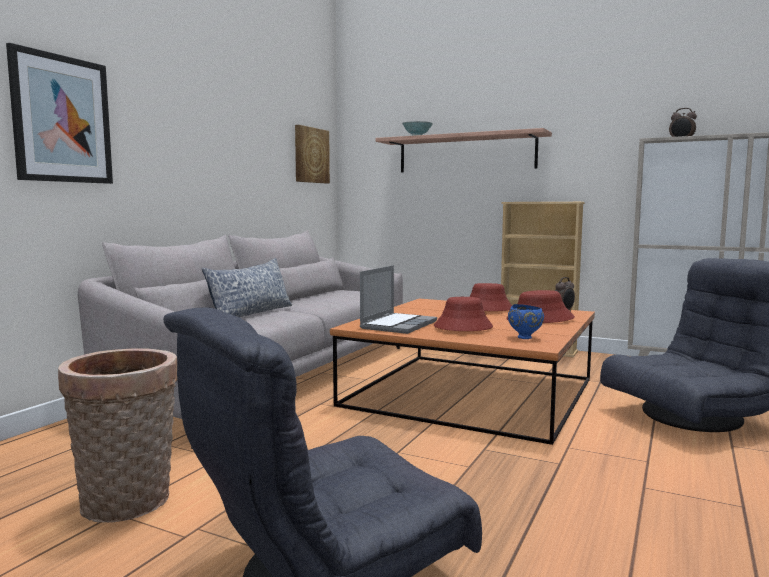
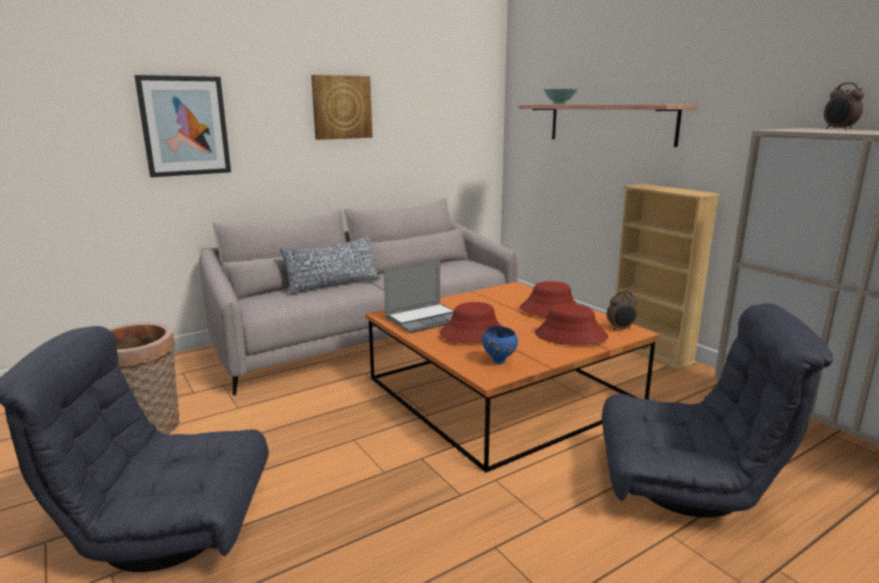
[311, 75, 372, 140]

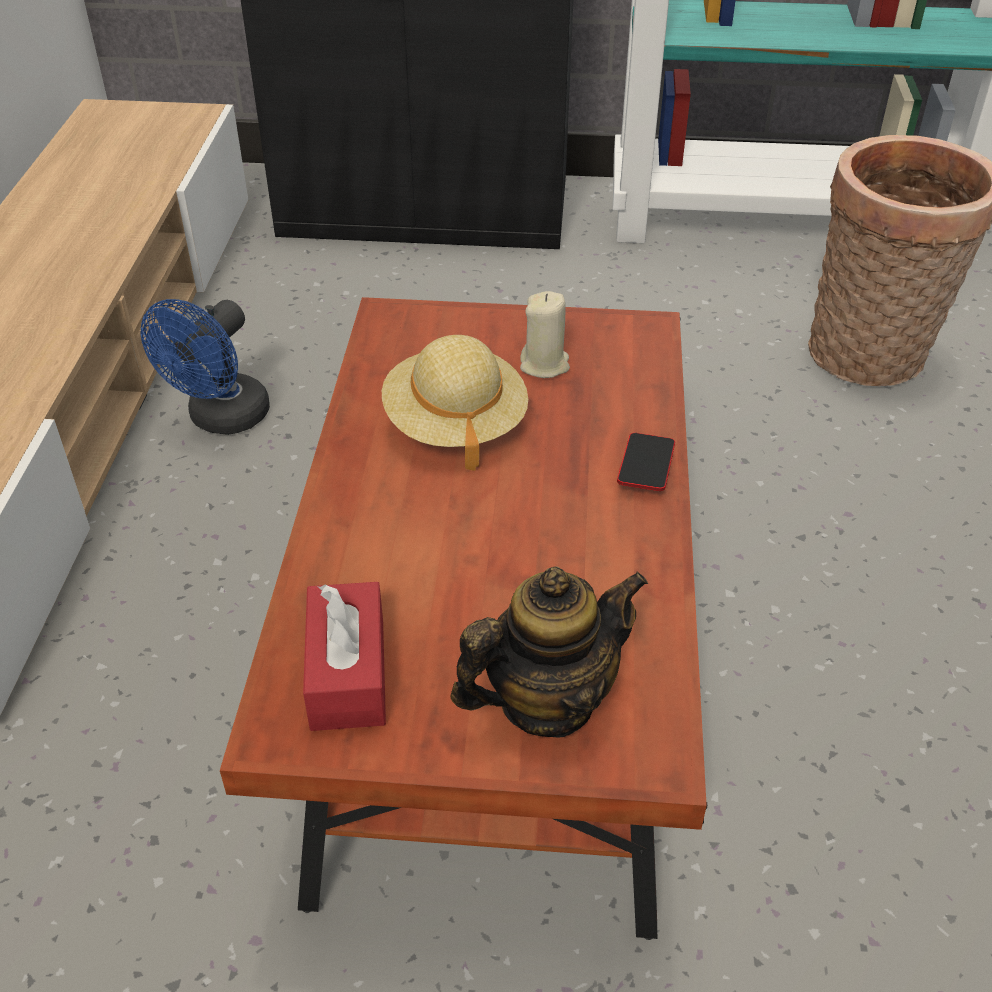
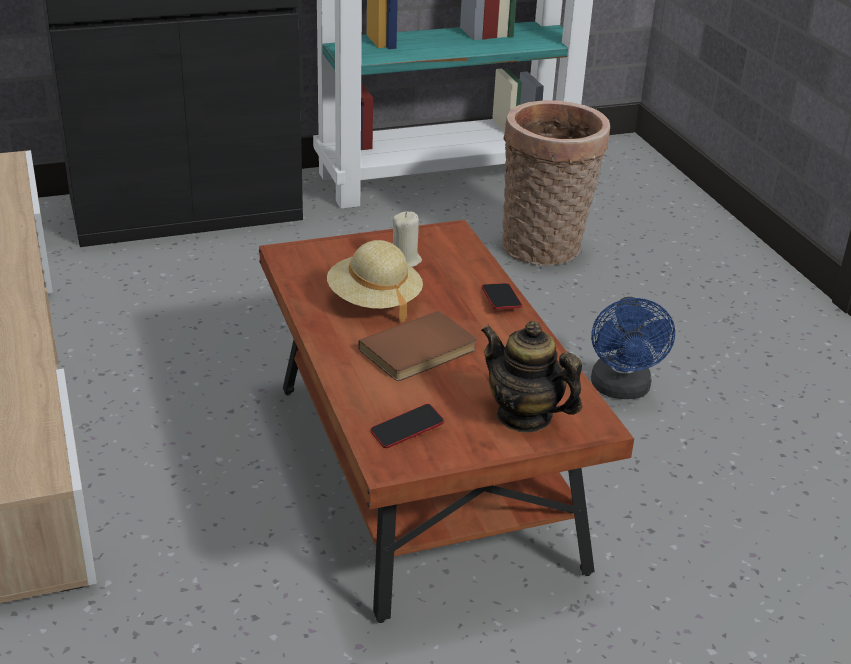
[591, 297, 675, 399]
[481, 321, 582, 433]
[370, 404, 444, 448]
[358, 311, 477, 381]

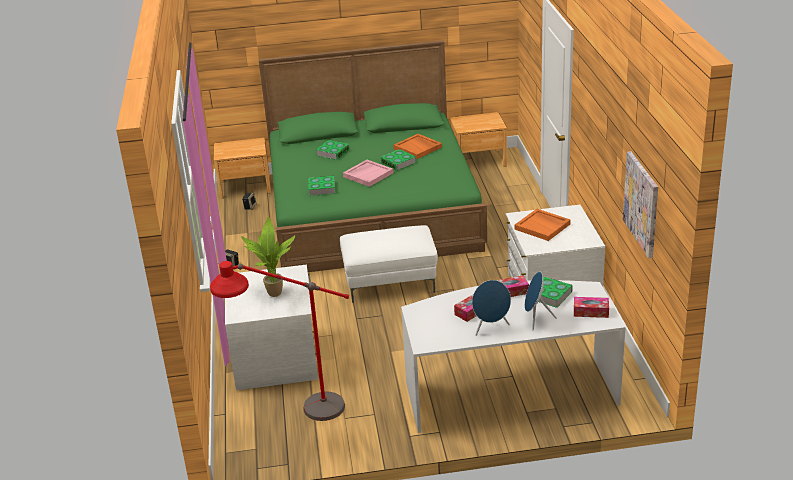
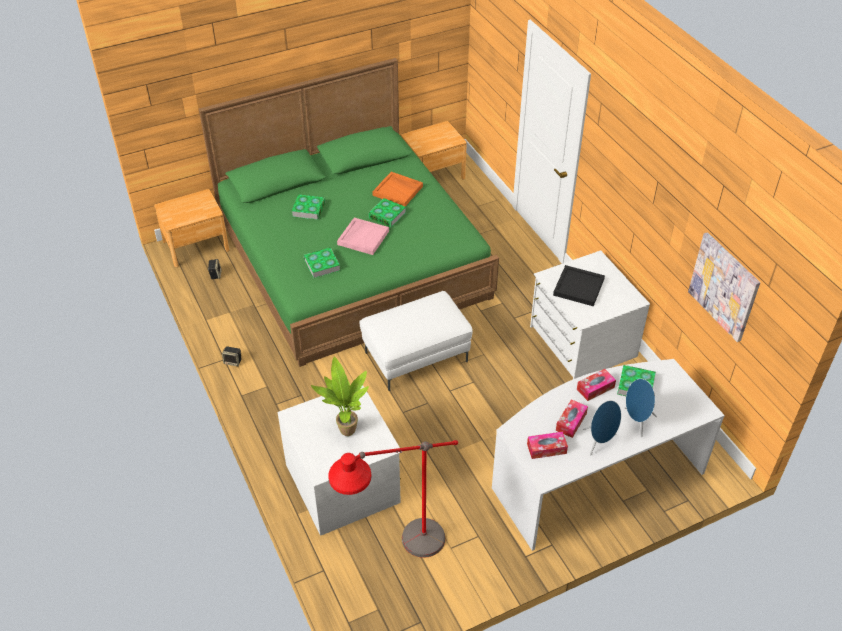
[553, 265, 605, 306]
[527, 432, 568, 459]

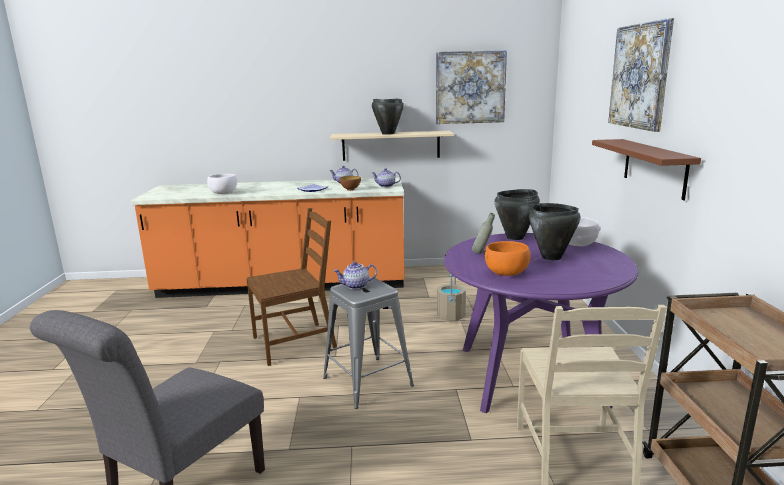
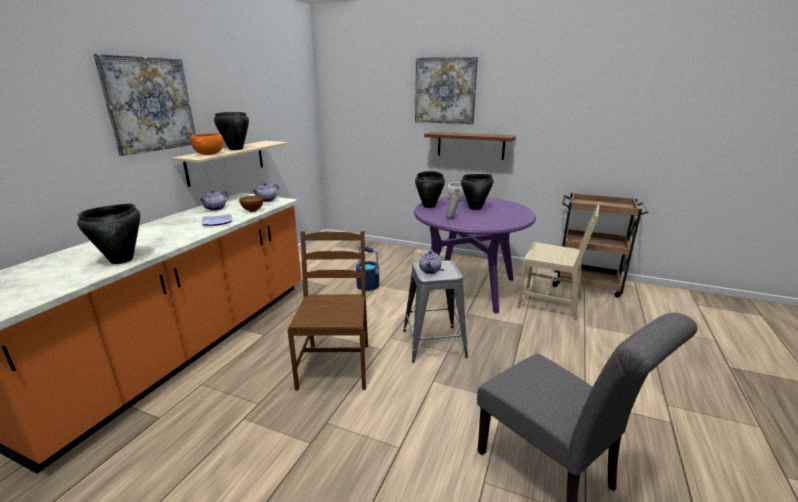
[93, 54, 195, 156]
[77, 204, 140, 264]
[190, 133, 223, 155]
[356, 245, 379, 291]

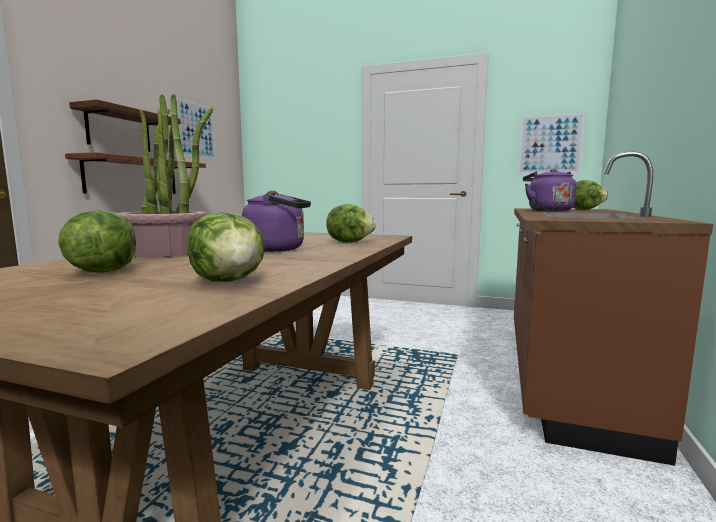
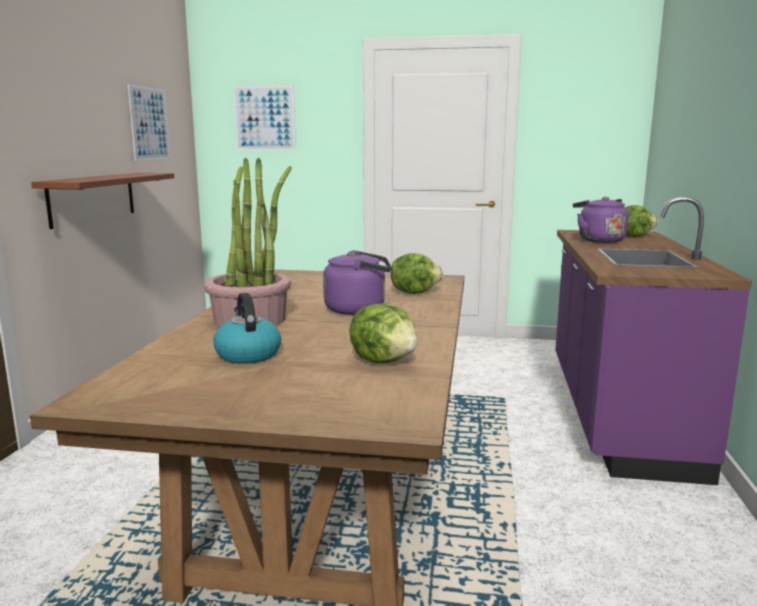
[69, 99, 181, 152] (first image)
[233, 85, 296, 151]
[556, 197, 752, 485]
[213, 293, 281, 364]

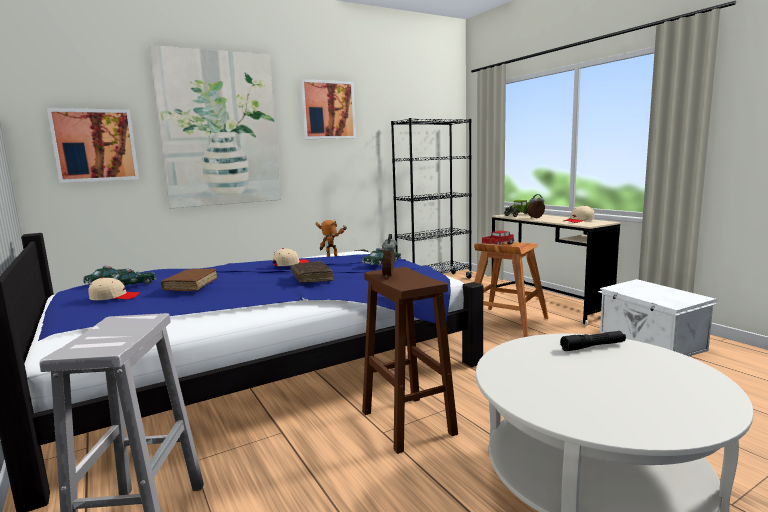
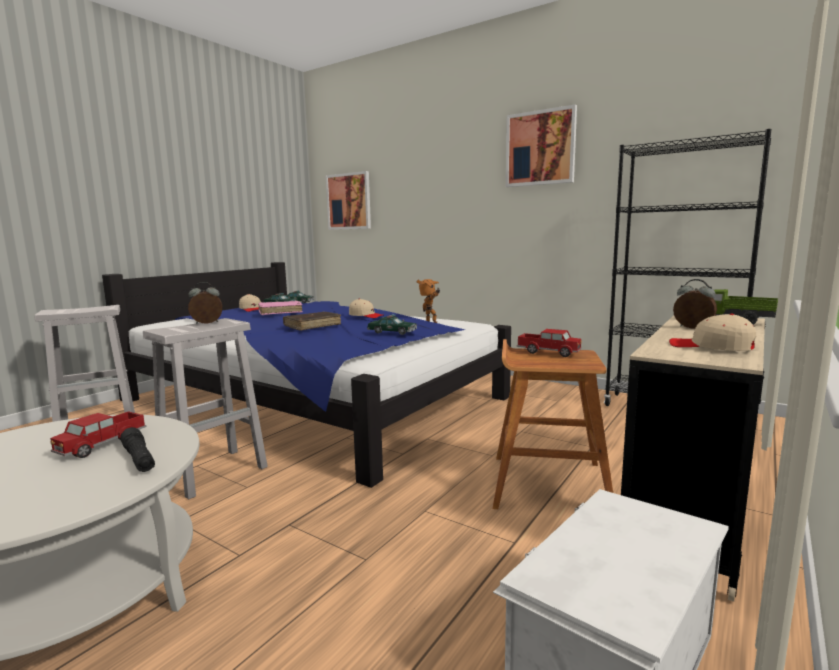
[149, 45, 281, 208] (first image)
[143, 318, 268, 499]
[258, 301, 303, 315]
[50, 411, 147, 458]

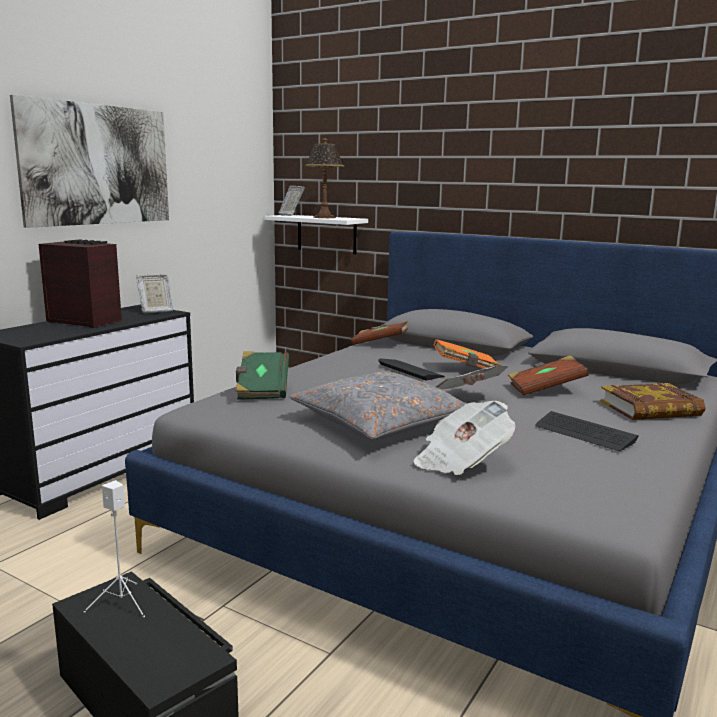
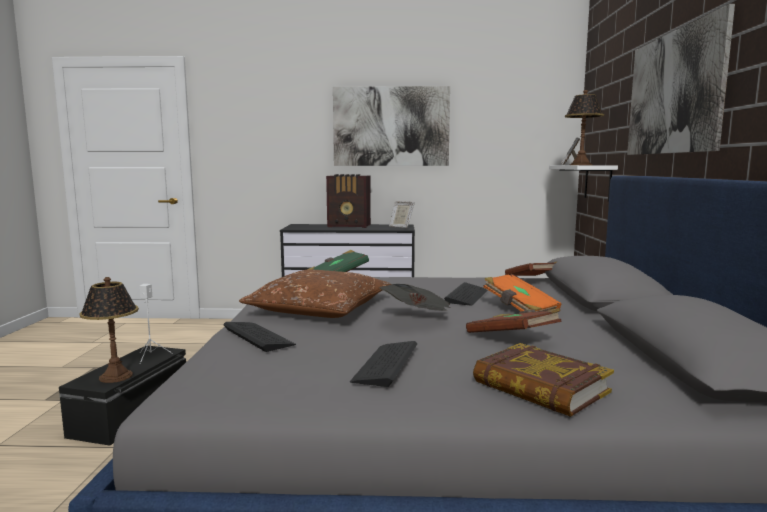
[326, 174, 371, 228]
[239, 270, 391, 318]
[223, 322, 296, 352]
[627, 4, 735, 155]
[79, 277, 139, 383]

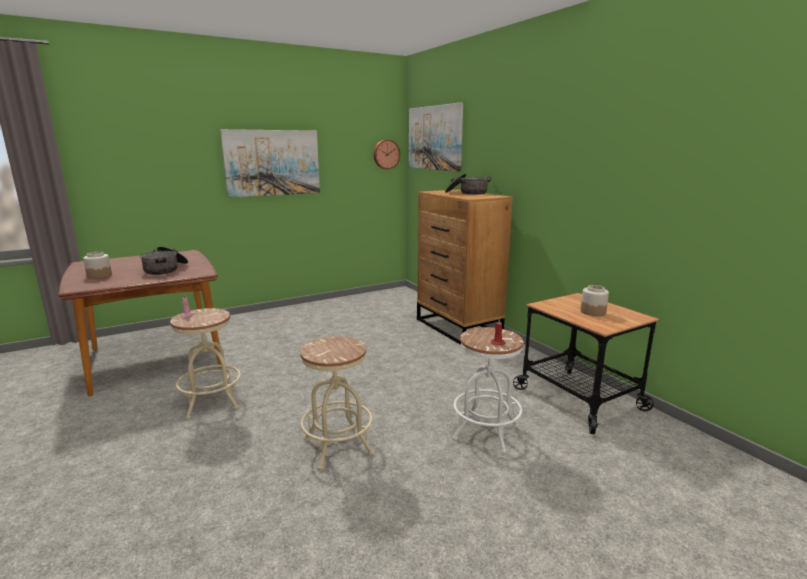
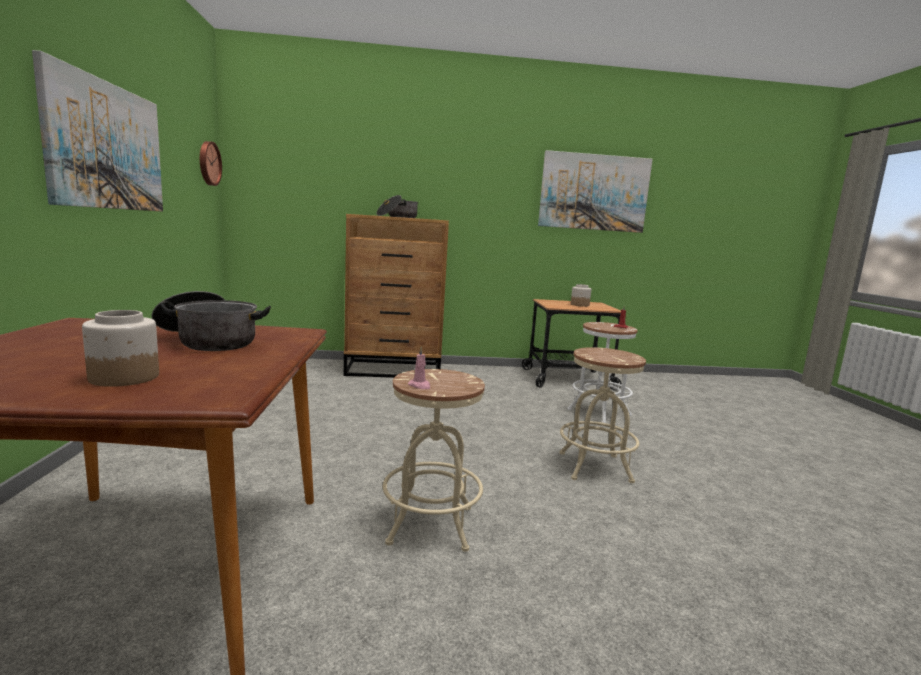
[538, 150, 653, 233]

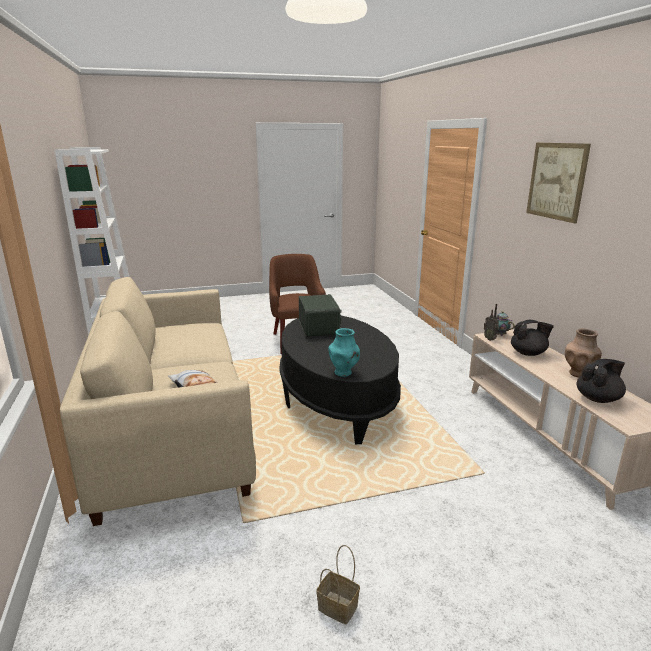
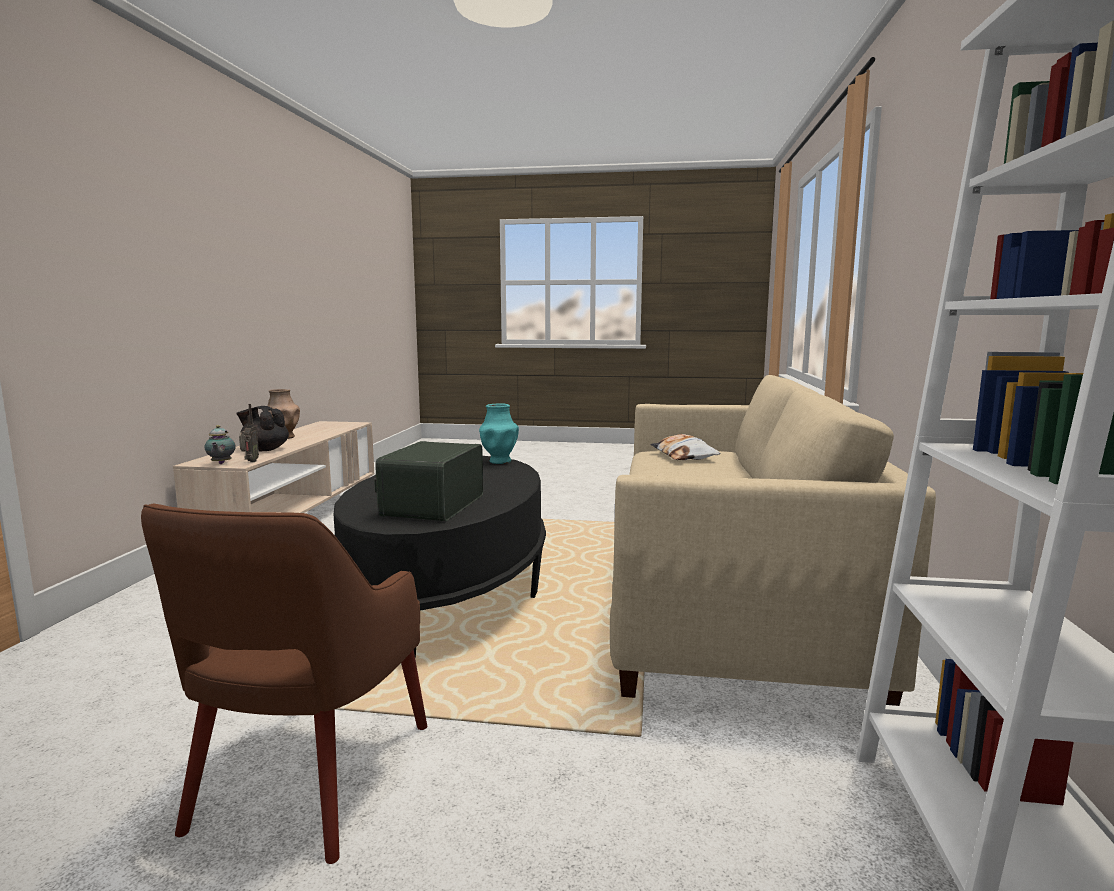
[526, 143, 591, 223] (first image)
[576, 359, 626, 403] (first image)
[316, 545, 360, 625] (first image)

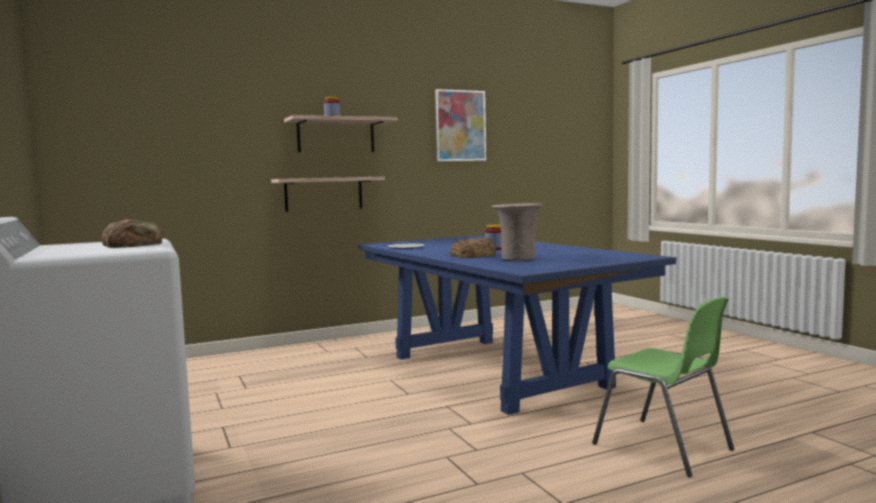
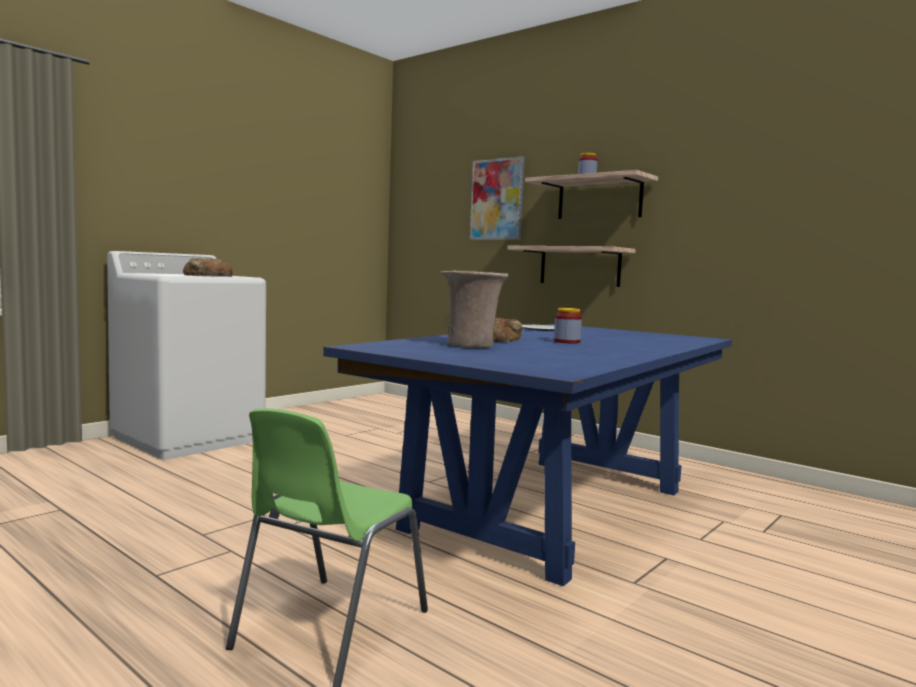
[470, 156, 525, 240]

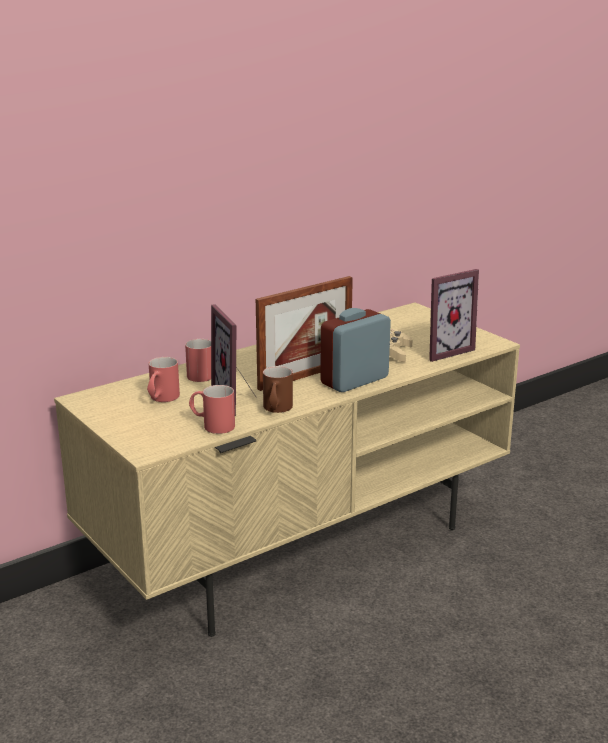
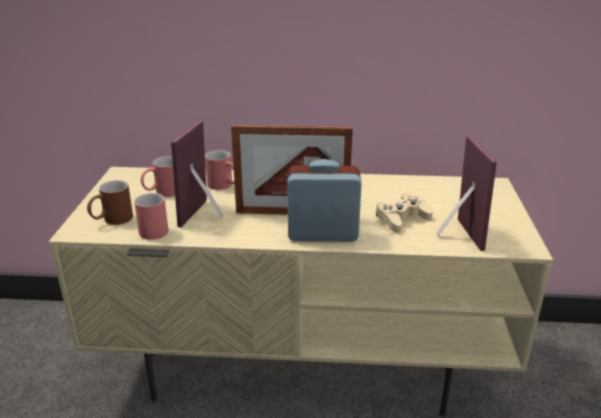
[436, 136, 497, 251]
[87, 180, 133, 225]

